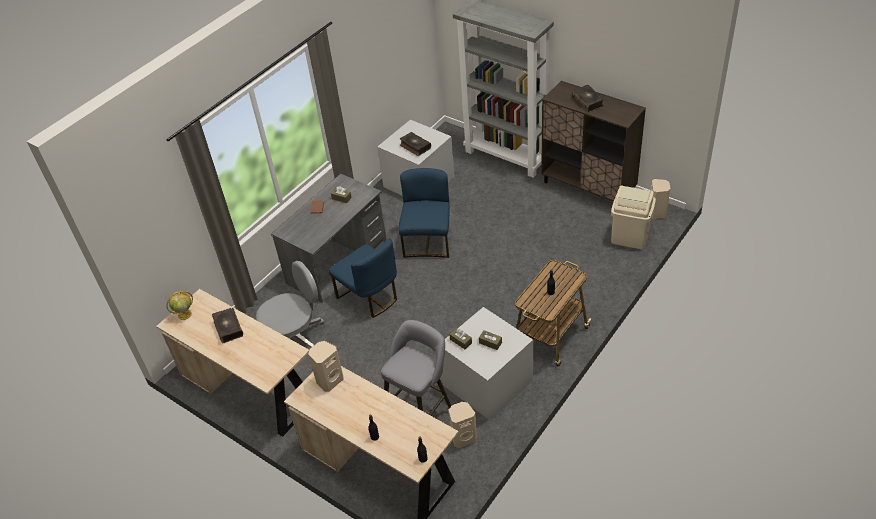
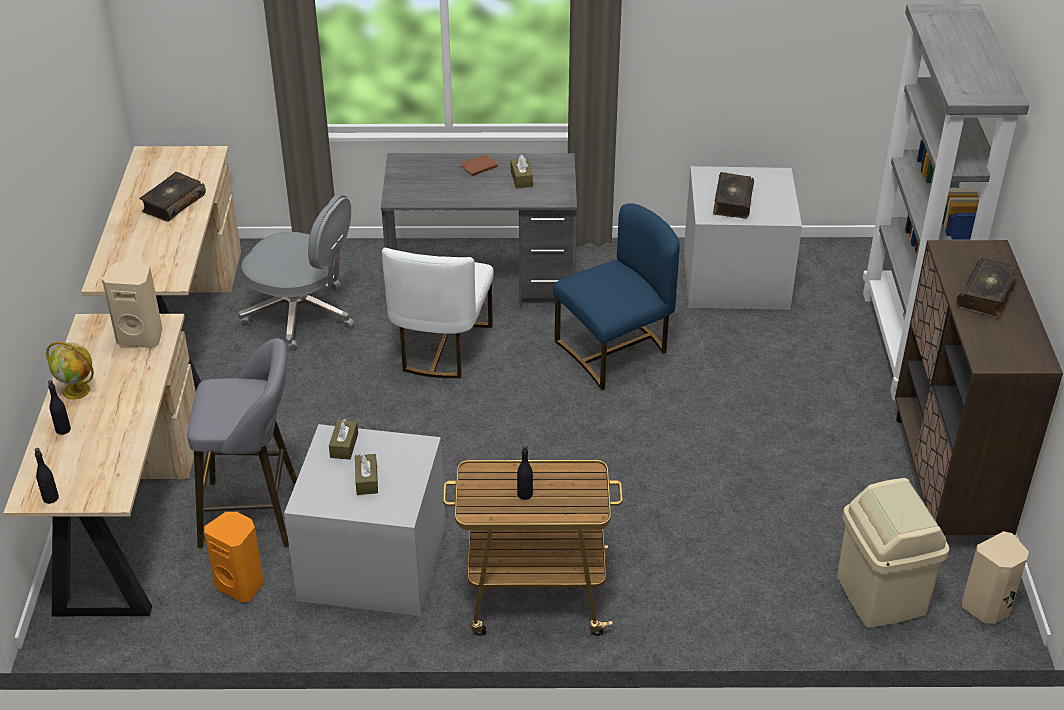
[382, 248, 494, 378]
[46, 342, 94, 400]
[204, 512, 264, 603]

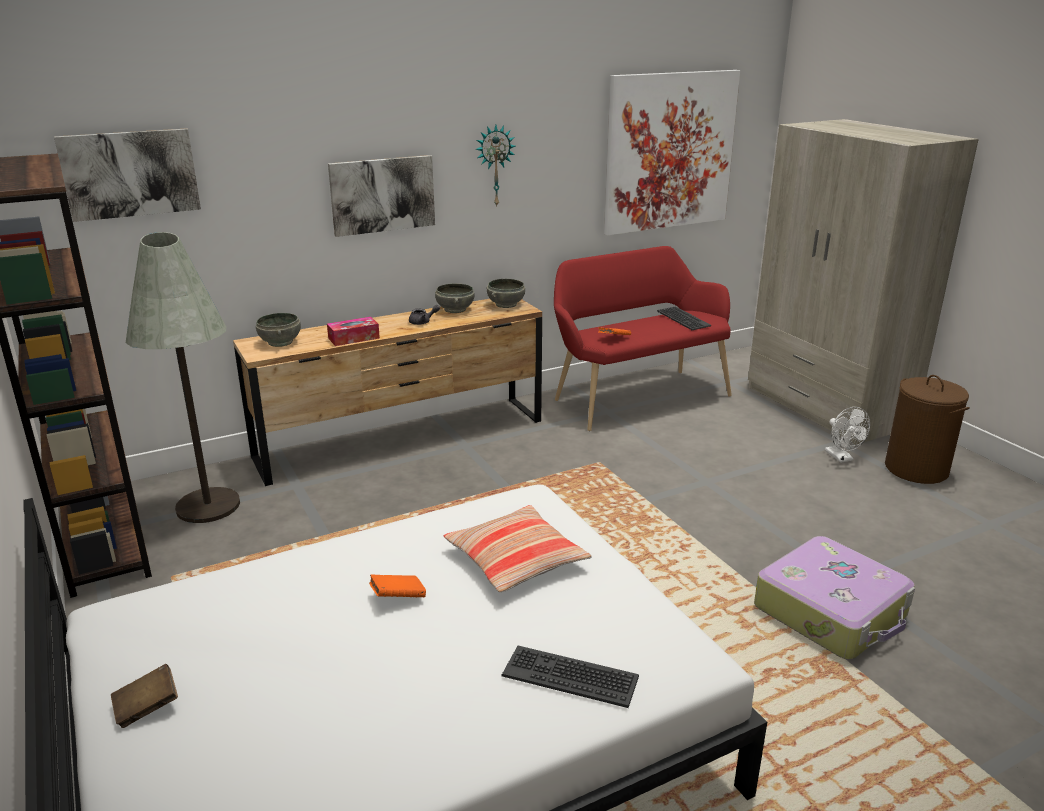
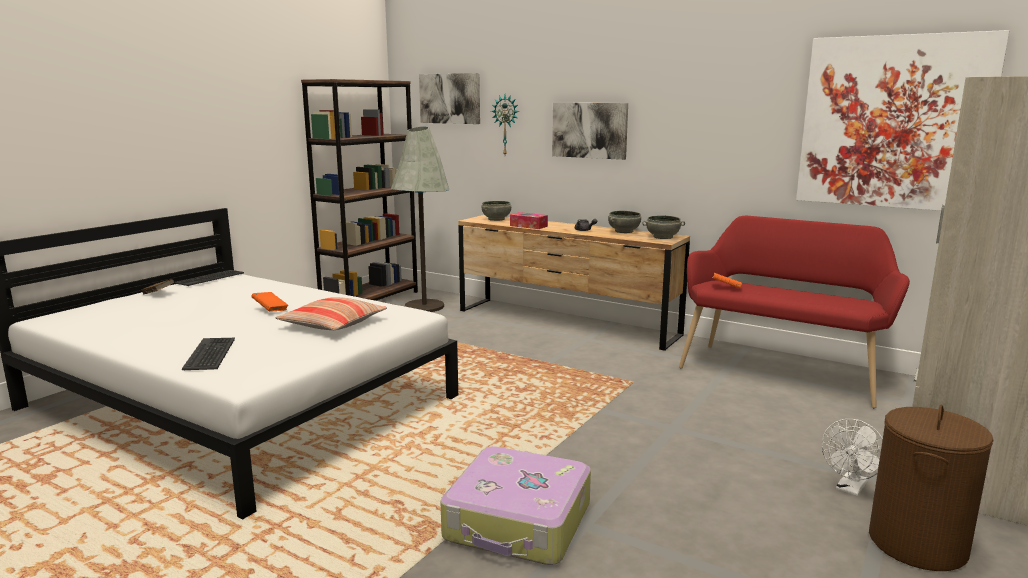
[491, 95, 519, 155]
[175, 270, 244, 286]

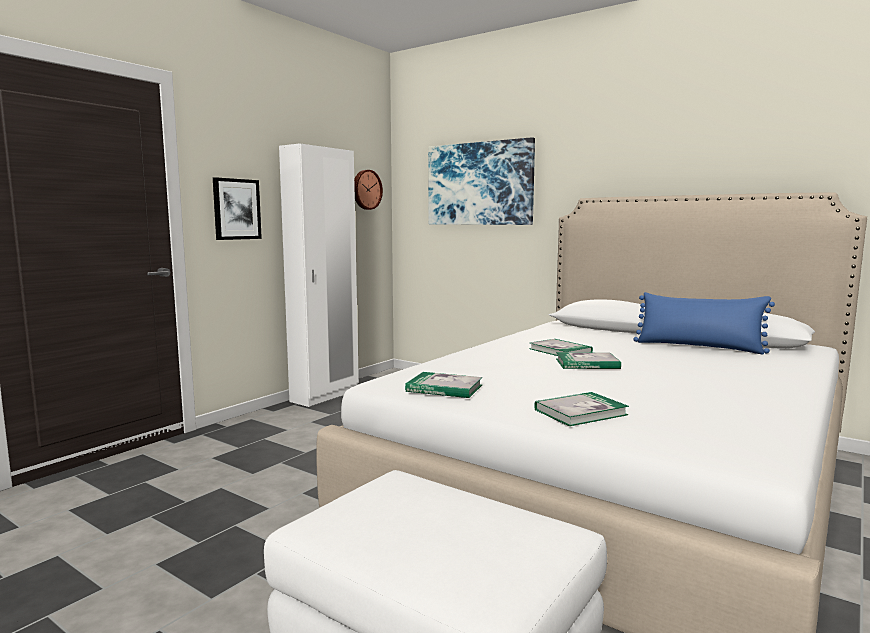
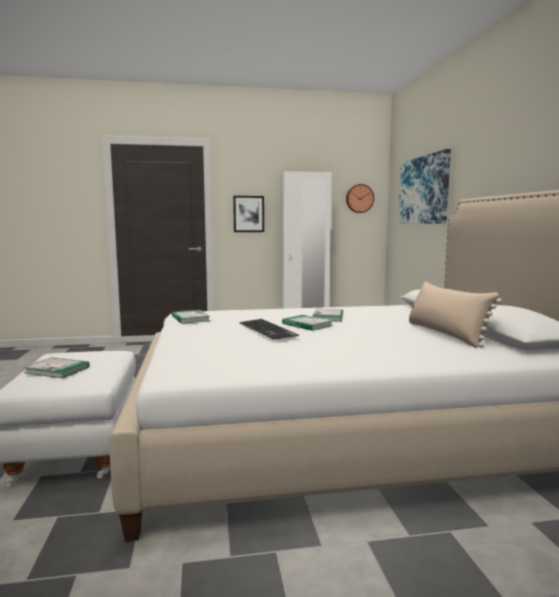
[409, 281, 502, 348]
[23, 357, 89, 378]
[239, 319, 299, 340]

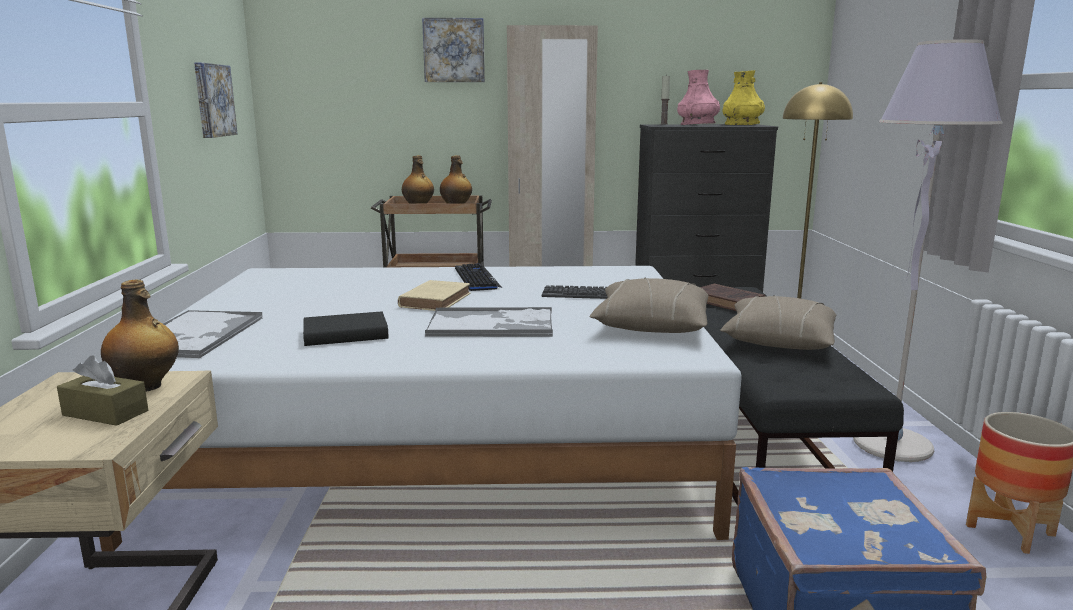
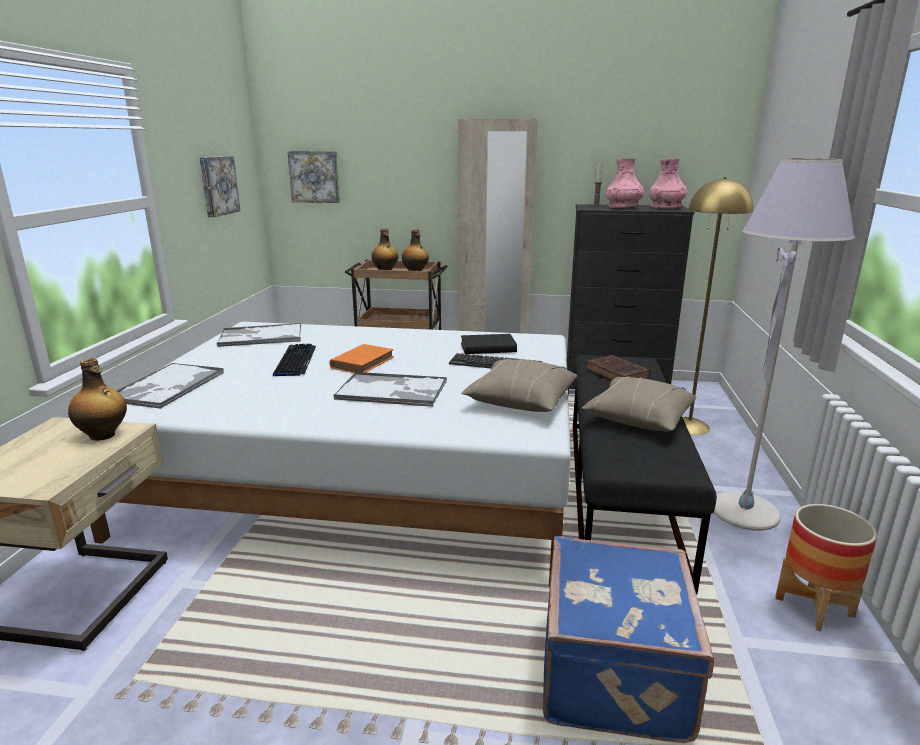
[287, 151, 340, 203]
[649, 158, 687, 209]
[273, 344, 316, 376]
[330, 344, 394, 373]
[461, 334, 517, 354]
[57, 355, 148, 426] (first image)
[217, 323, 301, 347]

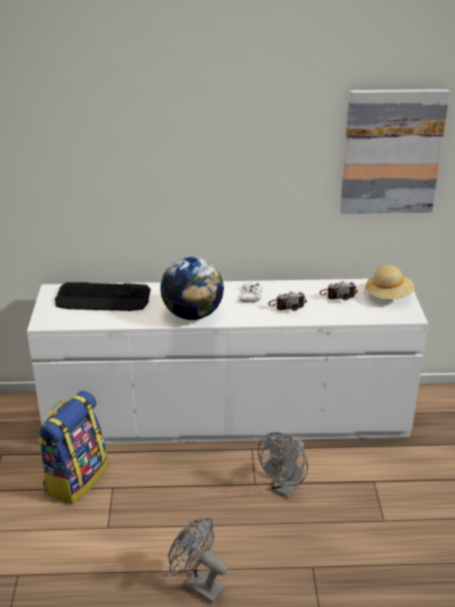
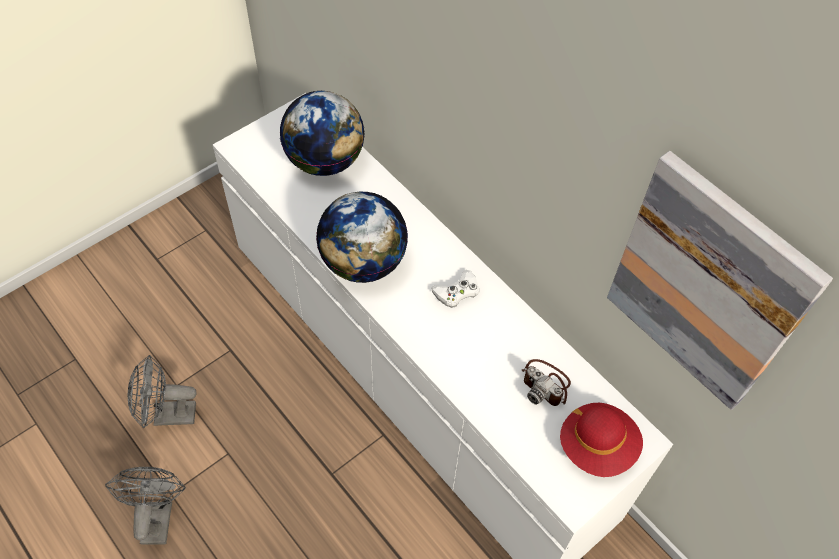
[560, 403, 643, 477]
[280, 91, 365, 176]
[268, 292, 307, 311] (first image)
[38, 391, 108, 505] (first image)
[128, 355, 197, 428]

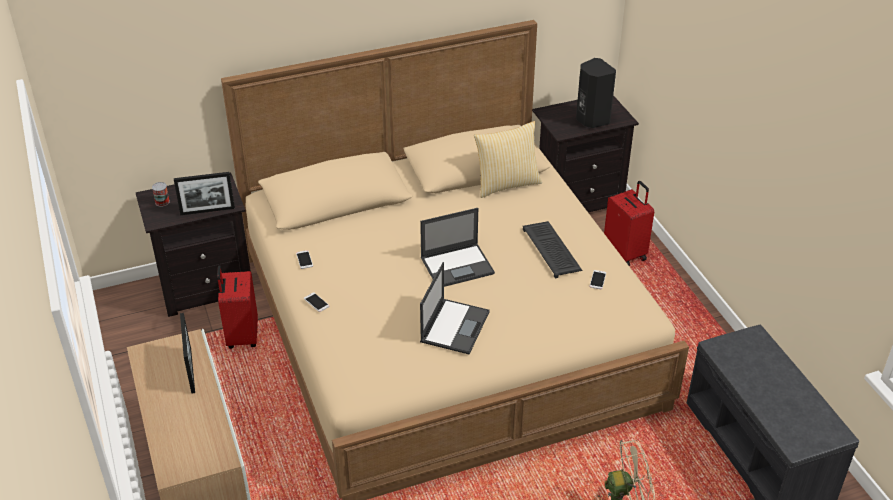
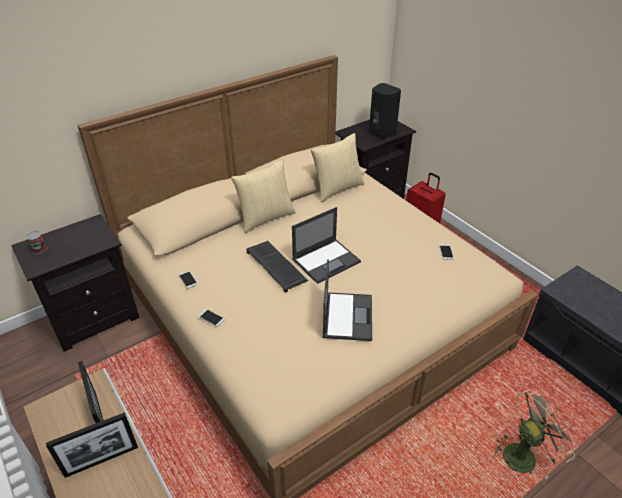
[46, 412, 138, 478]
[246, 241, 308, 293]
[217, 265, 258, 349] (first image)
[231, 159, 296, 233]

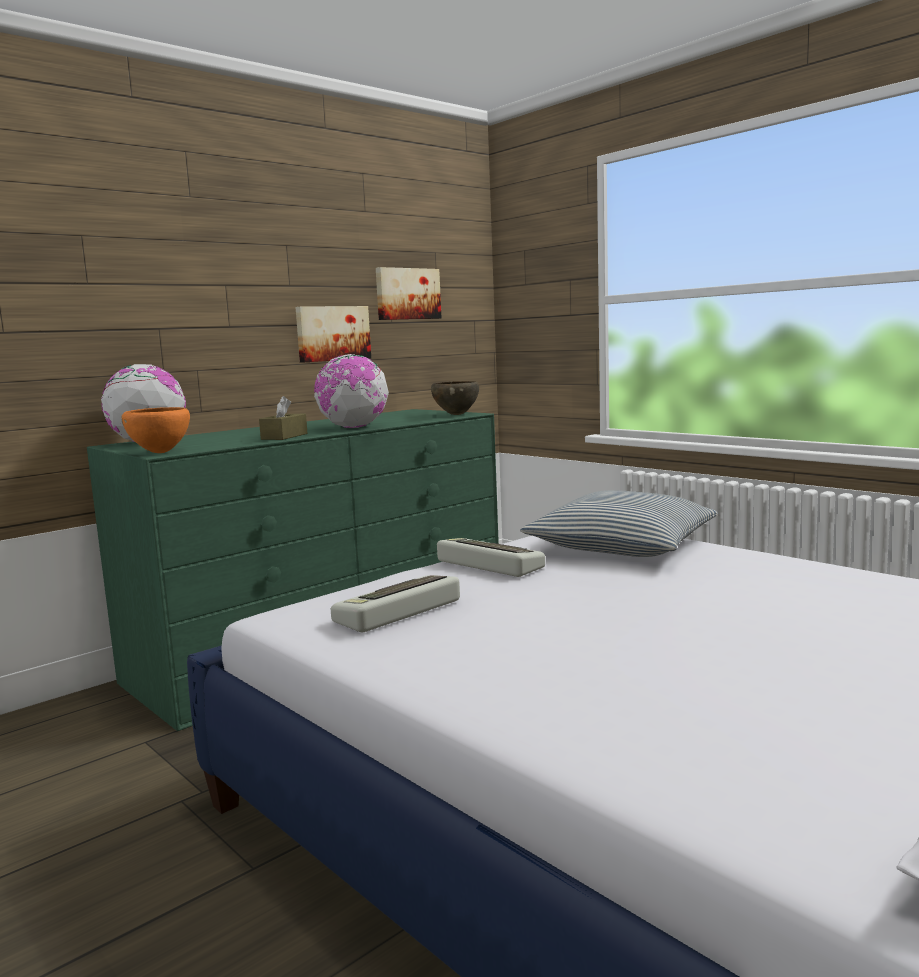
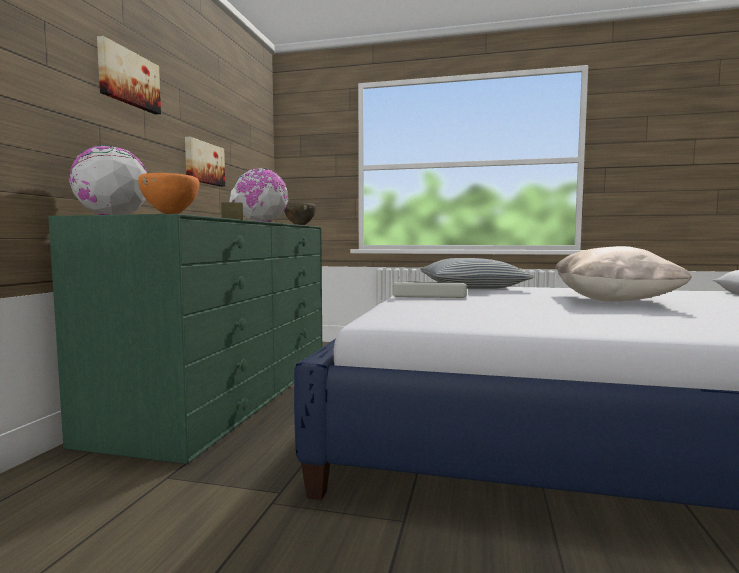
[97, 36, 161, 115]
[331, 575, 460, 632] (first image)
[555, 246, 692, 302]

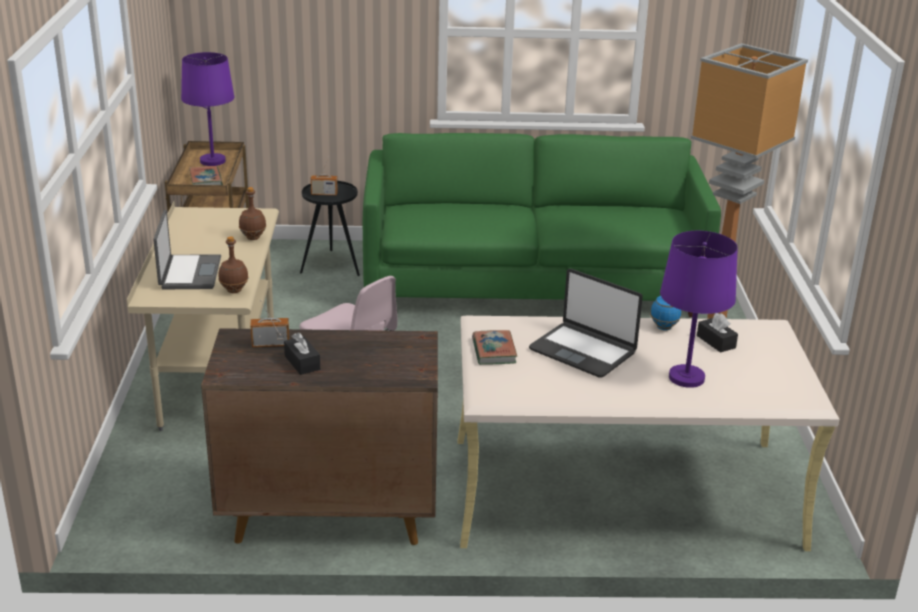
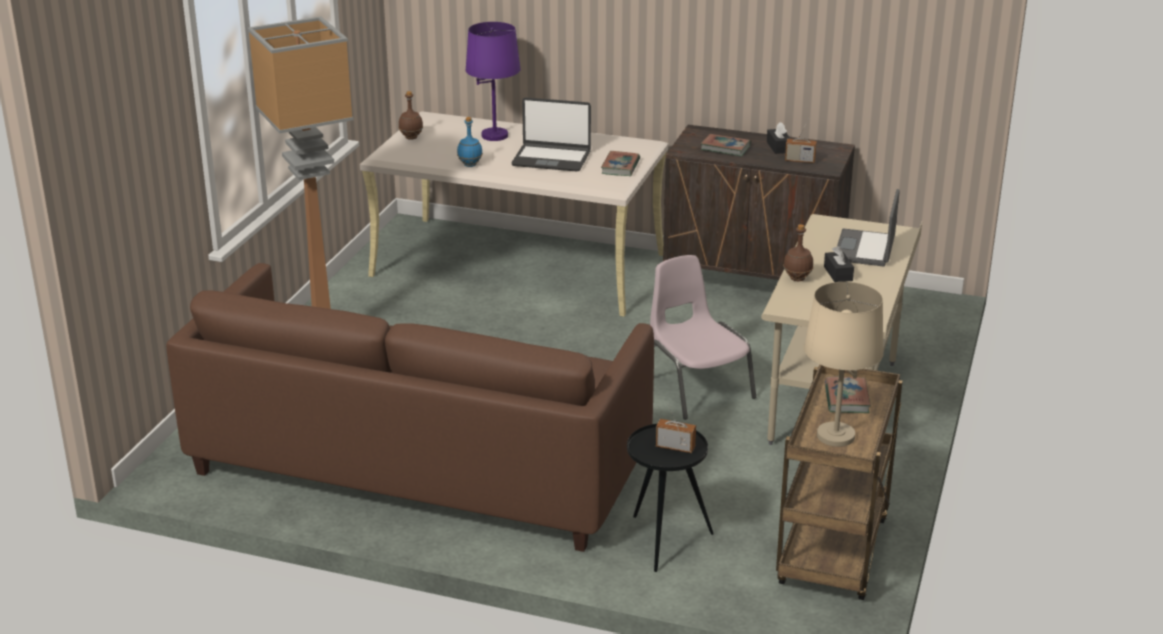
[804, 282, 884, 447]
[166, 263, 654, 552]
[399, 91, 423, 140]
[511, 97, 591, 172]
[824, 246, 854, 282]
[701, 134, 751, 156]

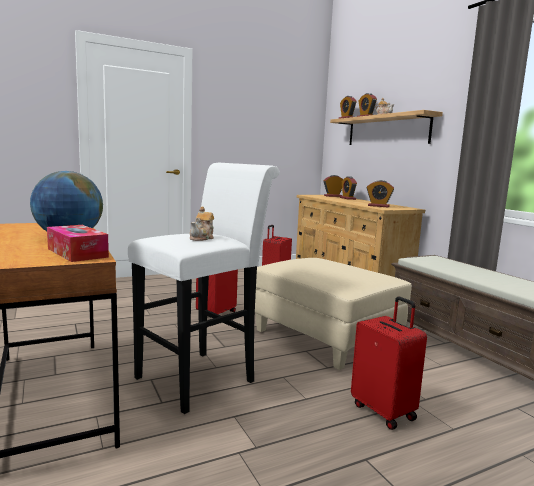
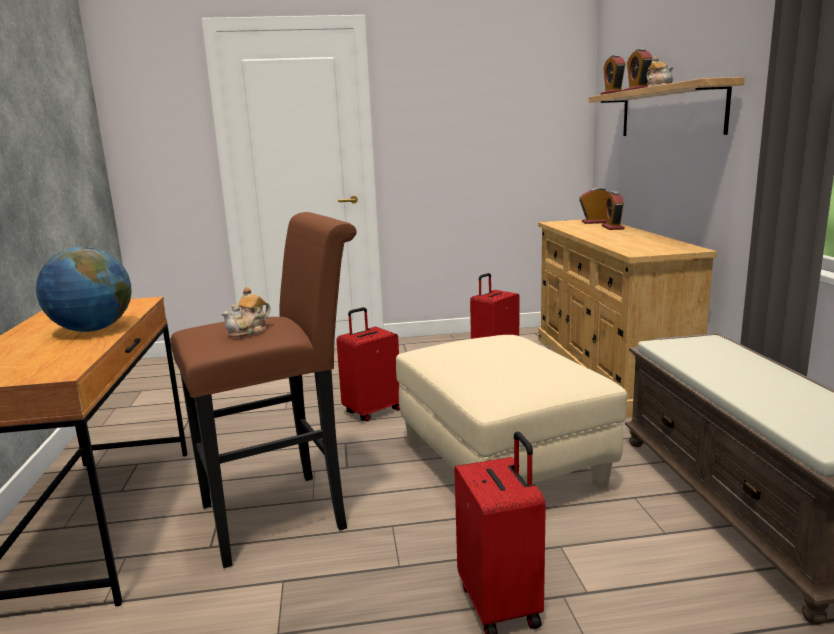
[170, 212, 357, 568]
[367, 180, 394, 207] (first image)
[47, 225, 109, 262] (first image)

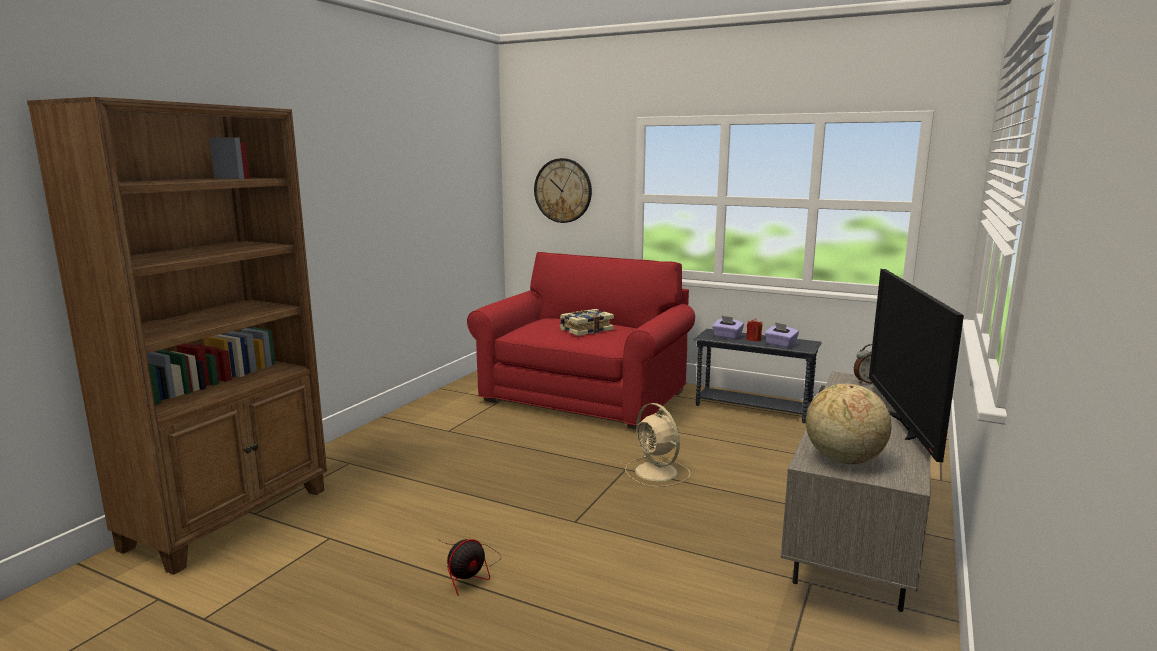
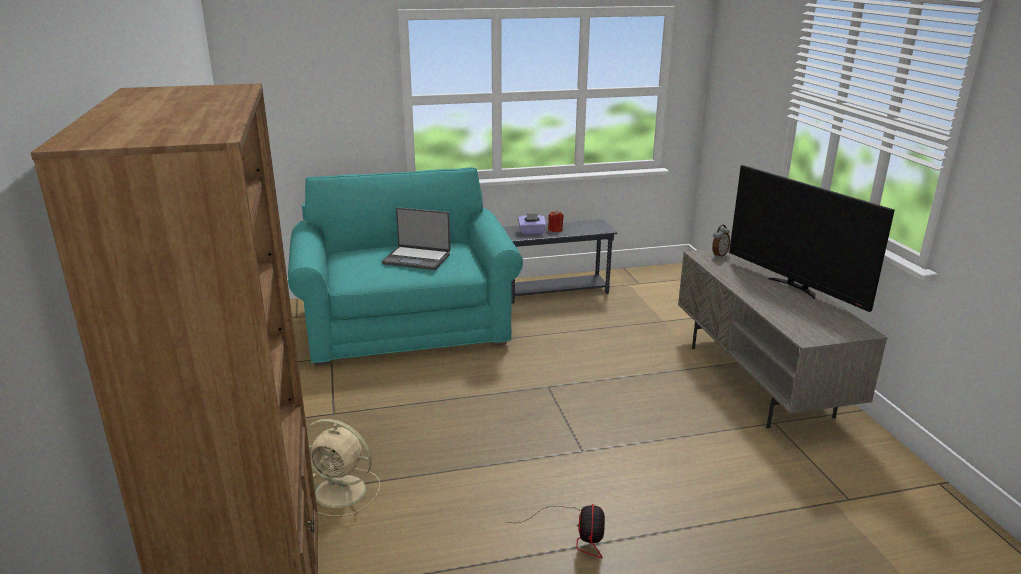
[534, 158, 592, 223] (first image)
[288, 167, 523, 366]
[382, 207, 450, 270]
[765, 322, 799, 348] (first image)
[806, 384, 891, 464] (first image)
[307, 419, 380, 516]

